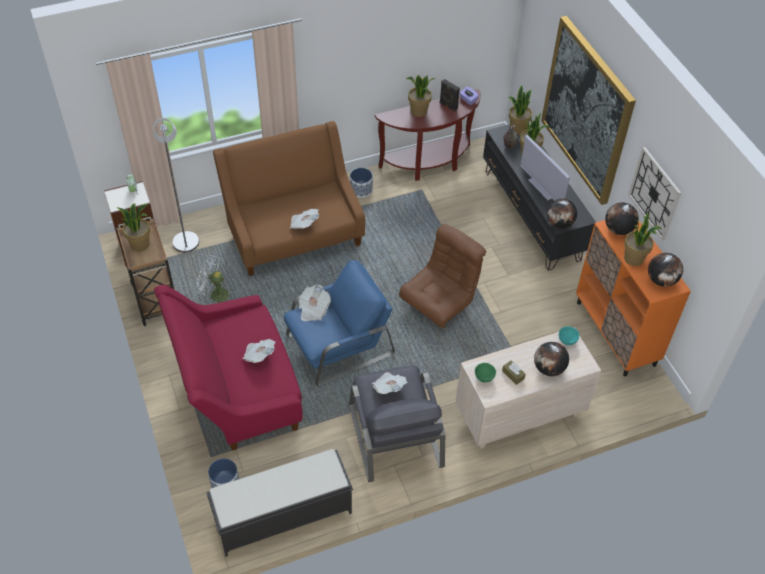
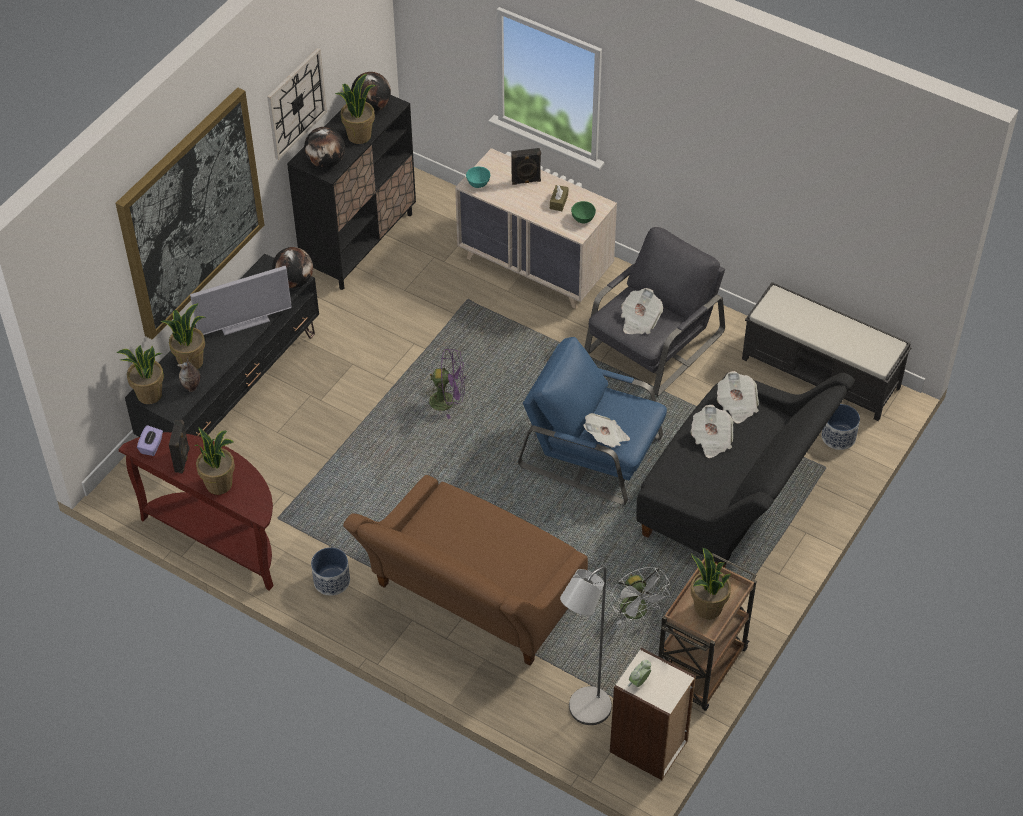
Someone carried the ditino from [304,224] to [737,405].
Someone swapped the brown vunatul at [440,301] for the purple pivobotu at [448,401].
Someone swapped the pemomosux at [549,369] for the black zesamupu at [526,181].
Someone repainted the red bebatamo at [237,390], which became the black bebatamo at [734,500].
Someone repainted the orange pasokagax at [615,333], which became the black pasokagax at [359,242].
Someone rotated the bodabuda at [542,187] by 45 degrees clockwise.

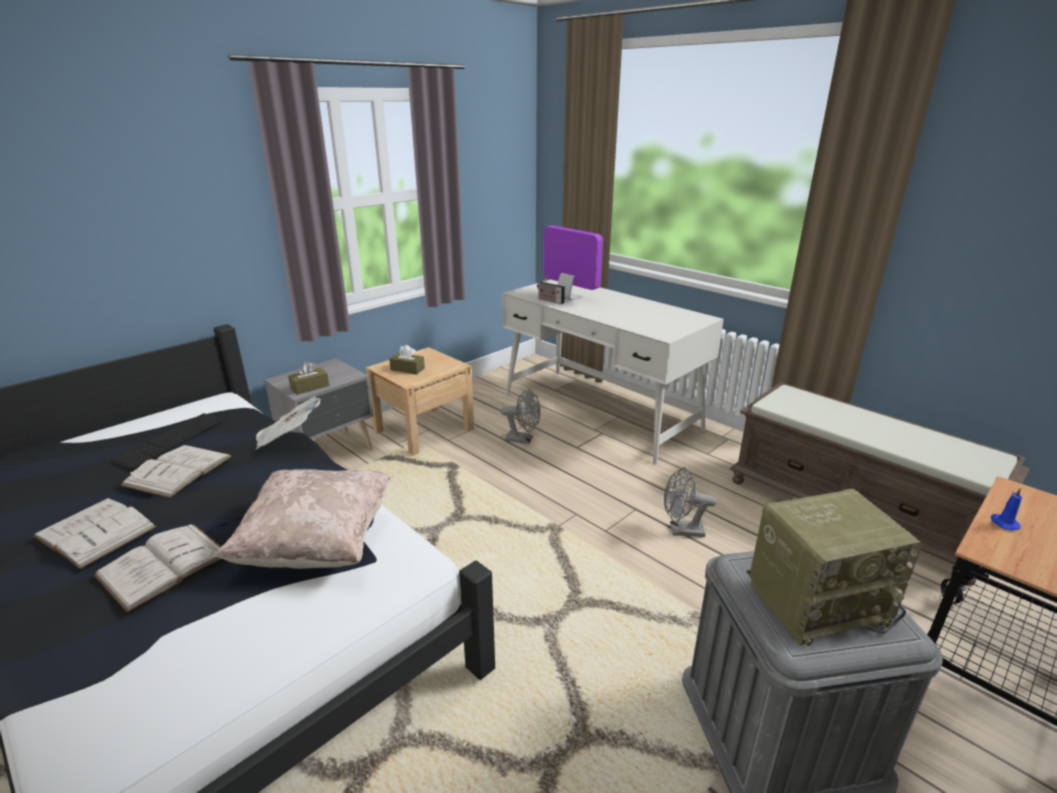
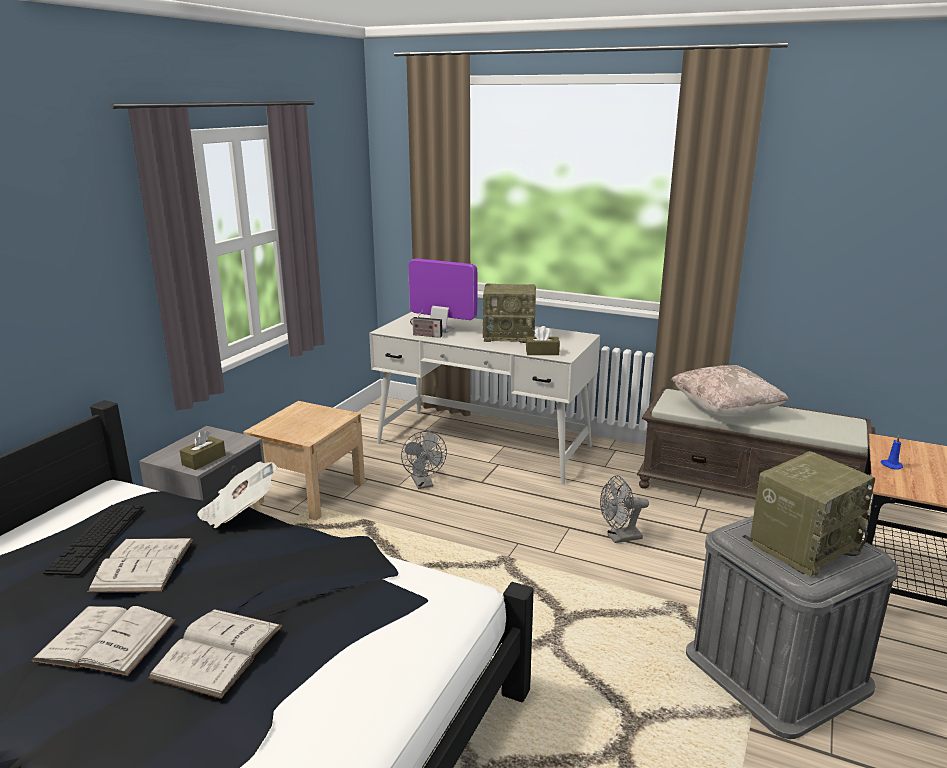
Someone put down the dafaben at [510,336].
Someone carried the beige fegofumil from [318,544] to [725,410].
Someone carried the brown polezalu from [407,369] to [542,352].
Someone rotated the grey pivobotu at [523,439] by 75 degrees clockwise.

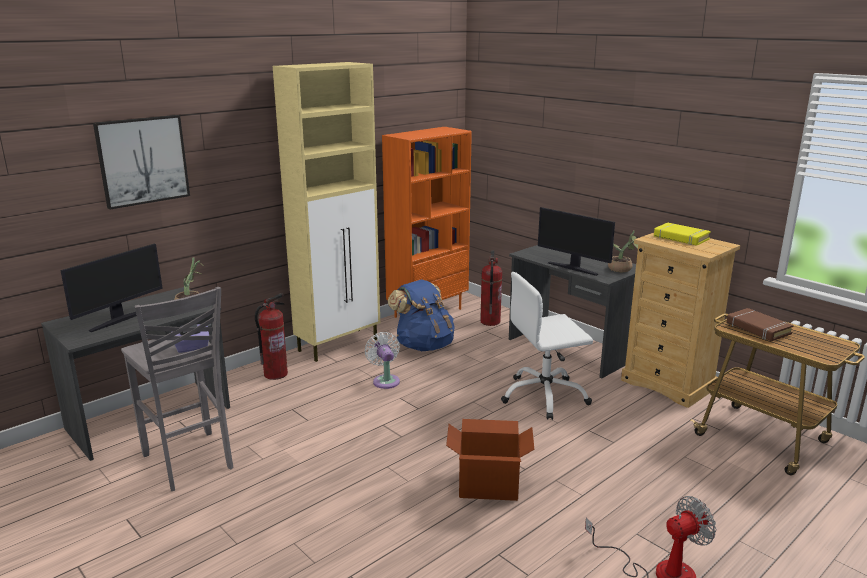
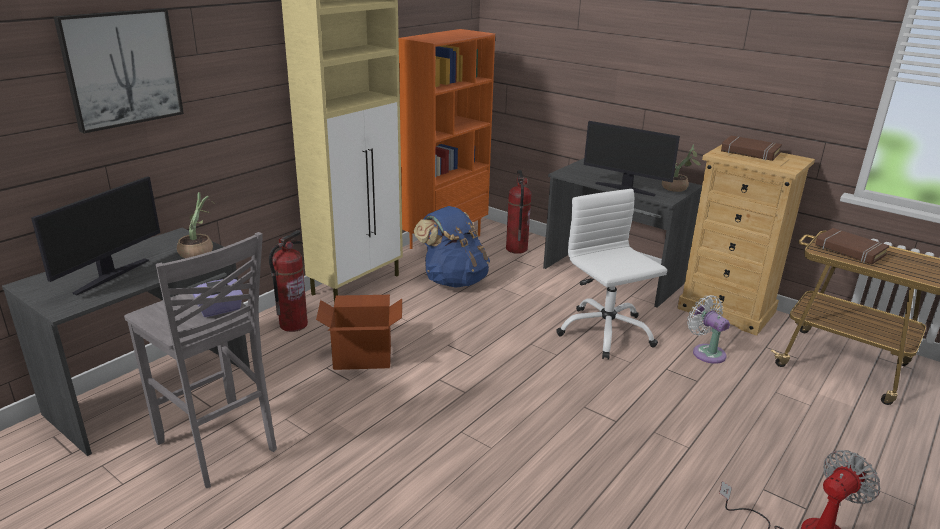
Someone carried the white pivobotu from [385,380] to [706,352].
Someone carried the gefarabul from [488,485] to [362,357].
Someone repainted the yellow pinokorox at [680,238], which became the brown pinokorox at [750,152].
Someone rotated the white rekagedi at [544,396] by 90 degrees clockwise.

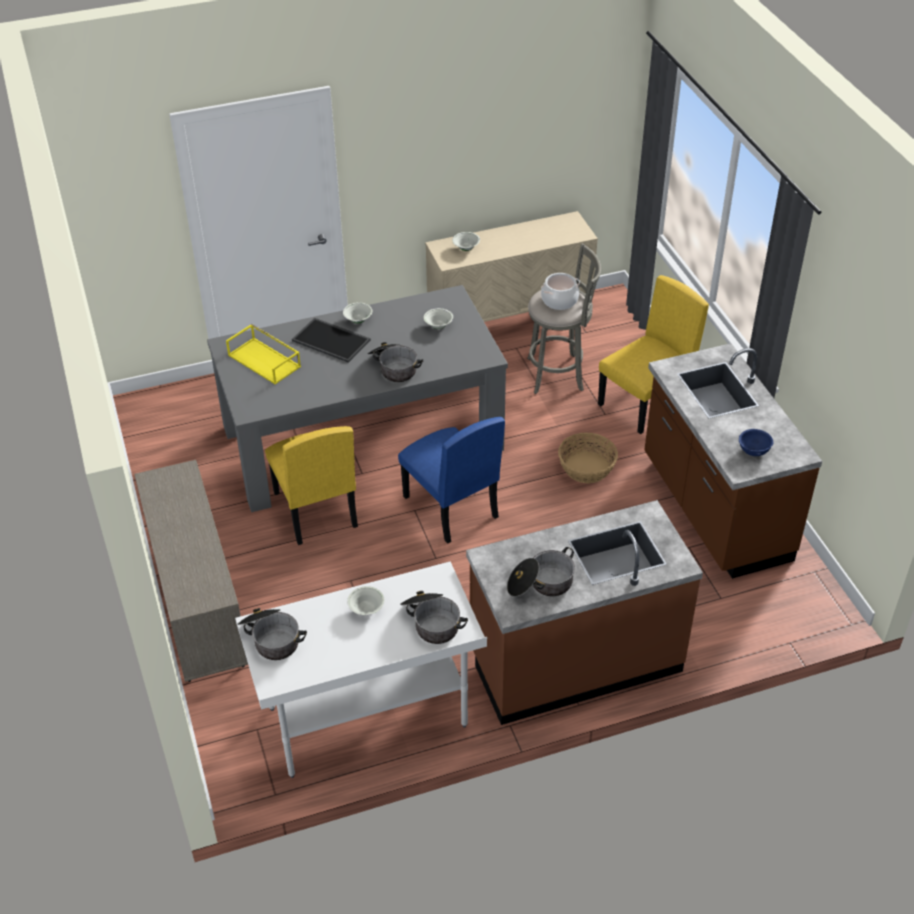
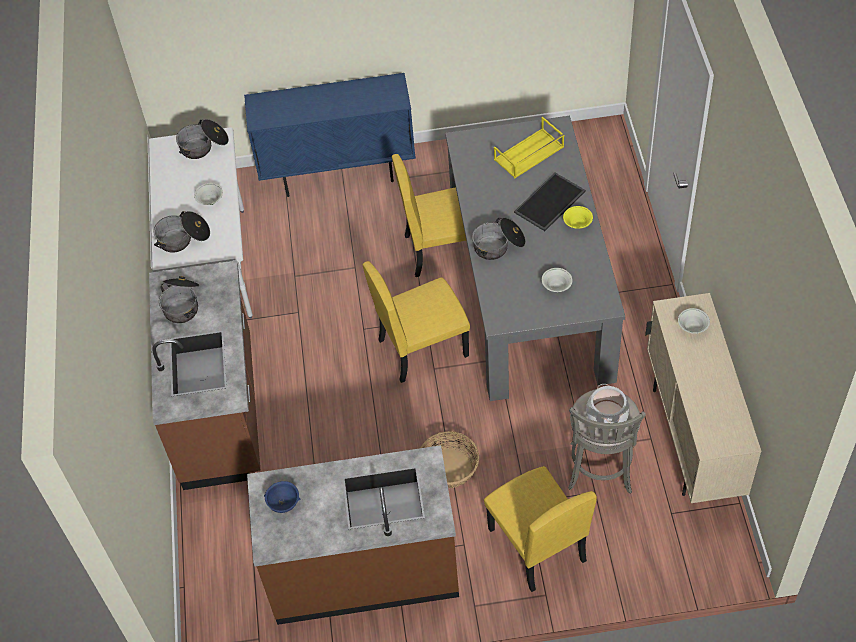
Someone repainted the beige pasokagax at [202,622], which became the blue pasokagax at [338,173].
Someone repainted the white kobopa at [358,320], which became the yellow kobopa at [577,224].
Someone repainted the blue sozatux at [450,507], which became the yellow sozatux at [422,347].

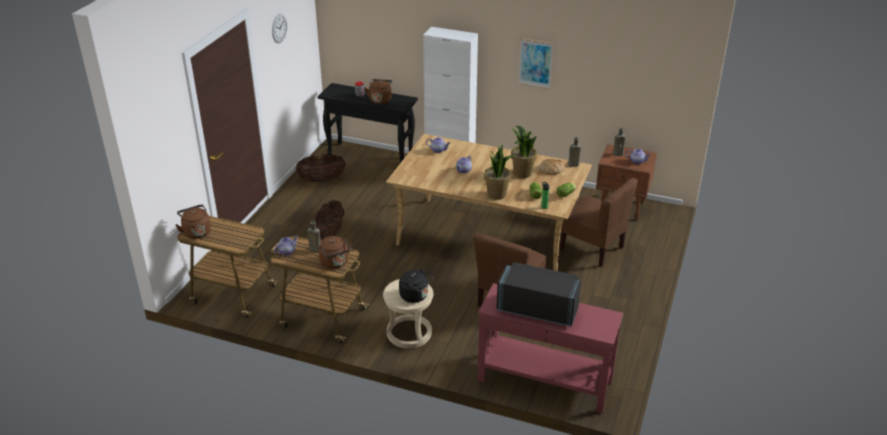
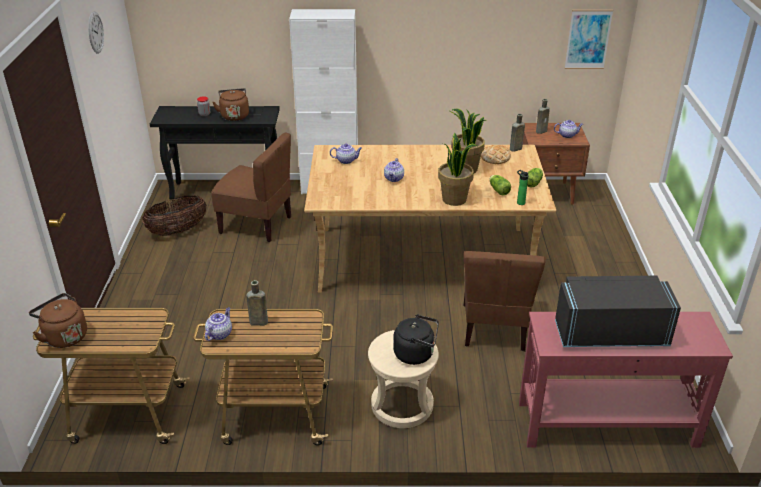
Someone took away the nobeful at [330,233].
Someone took away the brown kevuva at [335,263].
Someone carried the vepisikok from [535,63] to [588,39].
Someone carried the brown sozatux from [592,248] to [256,224].

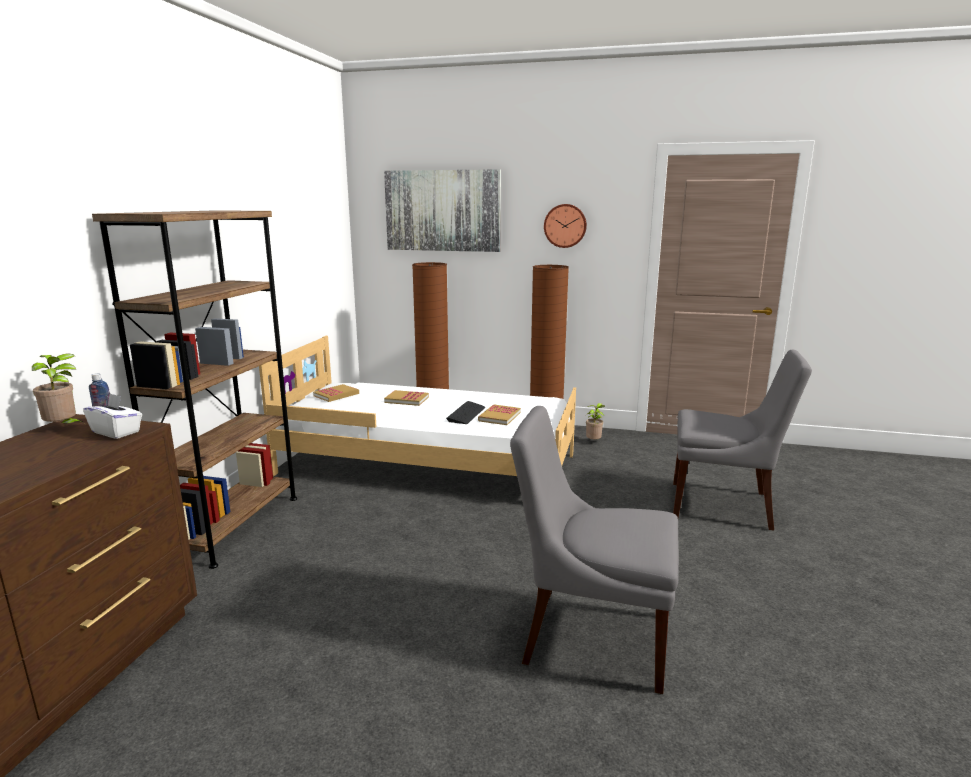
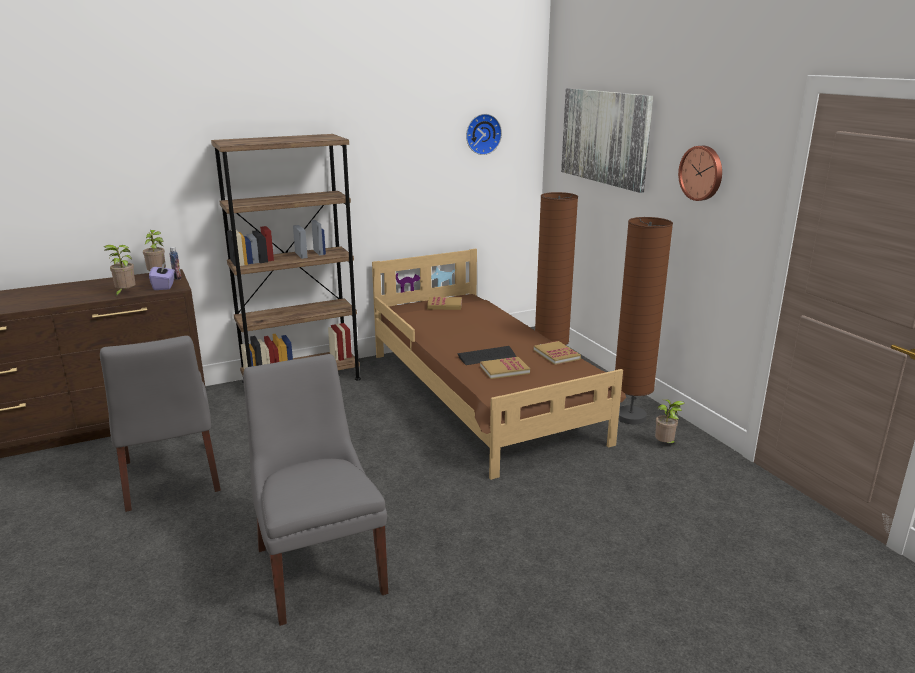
Someone put down the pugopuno at [125,293].
Someone put up the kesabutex at [482,134].
Someone carried the pinokorox from [406,400] to [556,354].
Someone carried the grey sozatux from [724,506] to [171,479].
Someone repainted the white polezalu at [117,432], which became the purple polezalu at [164,286].
Someone repainted the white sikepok at [430,464], which became the brown sikepok at [483,396].

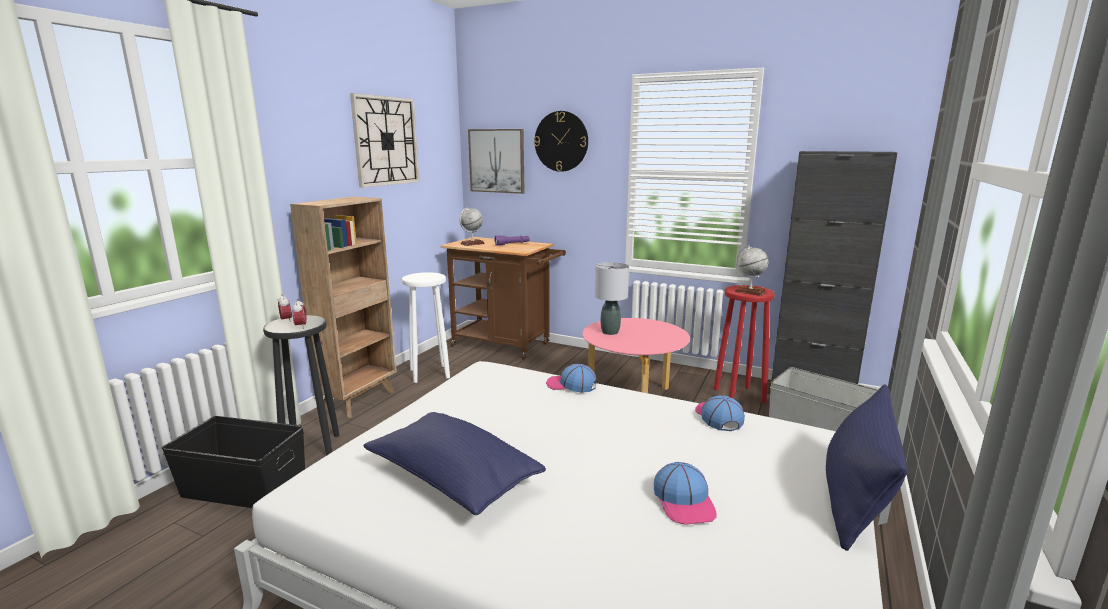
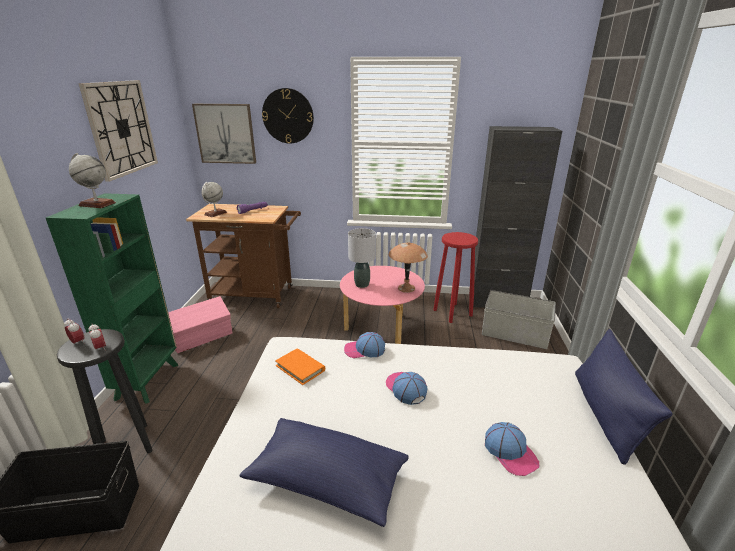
Someone put down the orange pinokorox at [300,368].
Someone put down the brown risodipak at [406,288].
Someone carried the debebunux from [718,417] to [405,388].
Someone carried the pemomosux from [750,291] to [97,204].
Someone swapped the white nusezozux at [430,373] for the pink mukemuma at [202,337].
Someone repainted the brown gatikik at [360,400], which became the green gatikik at [148,380].

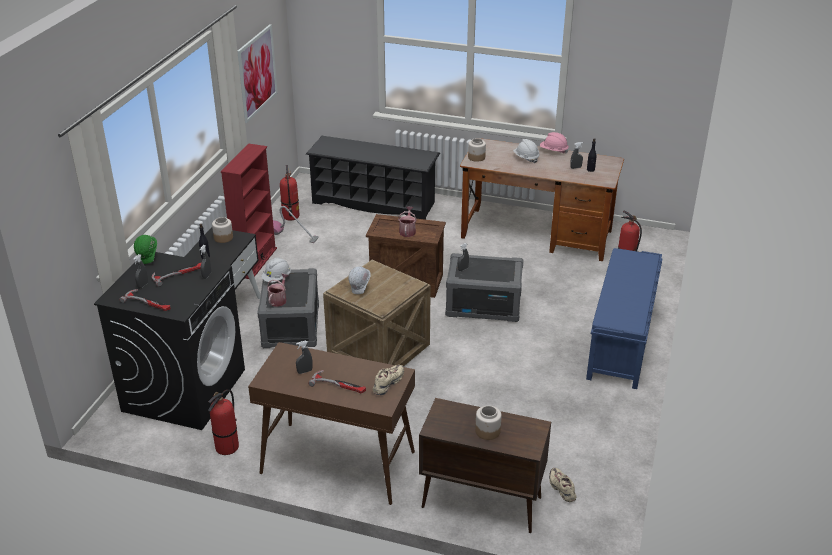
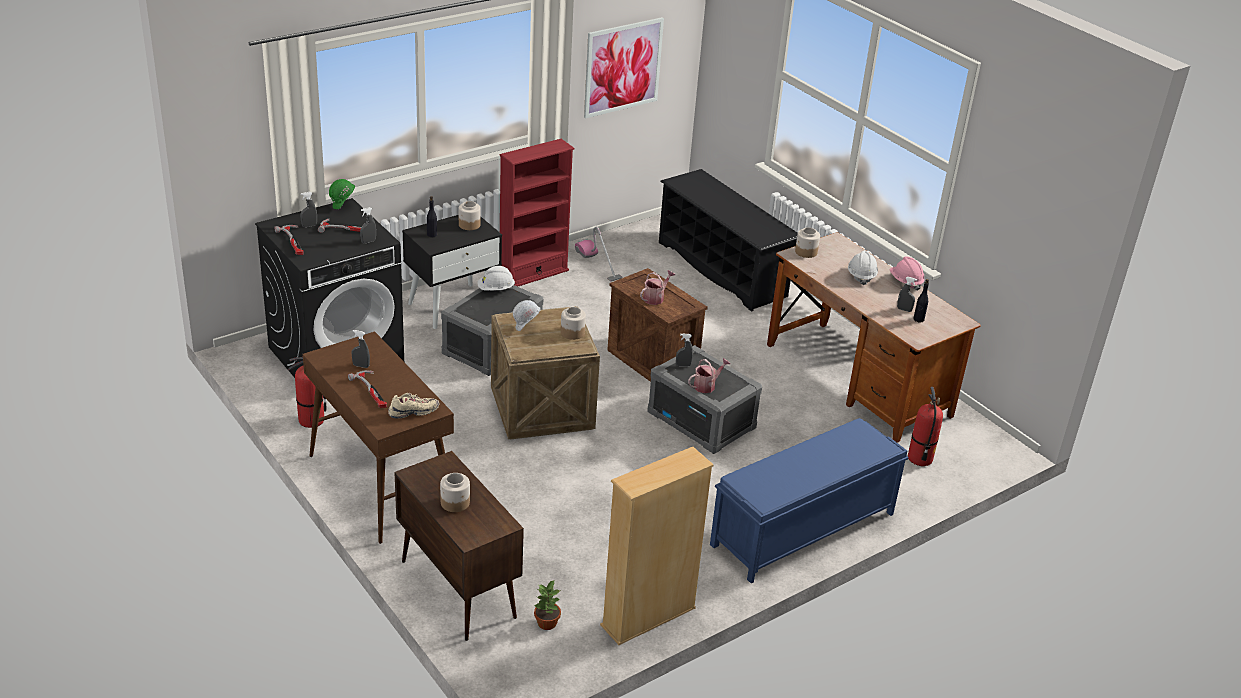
Someone took away the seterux at [290,216].
Someone put down the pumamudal at [572,332].
Someone put down the beige gatikik at [648,617].
Someone carried the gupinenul from [278,299] to [707,385].
Someone swapped the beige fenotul at [561,488] for the pugopuno at [546,623].

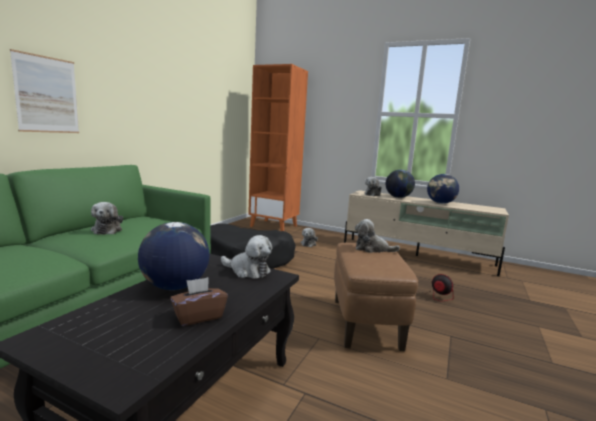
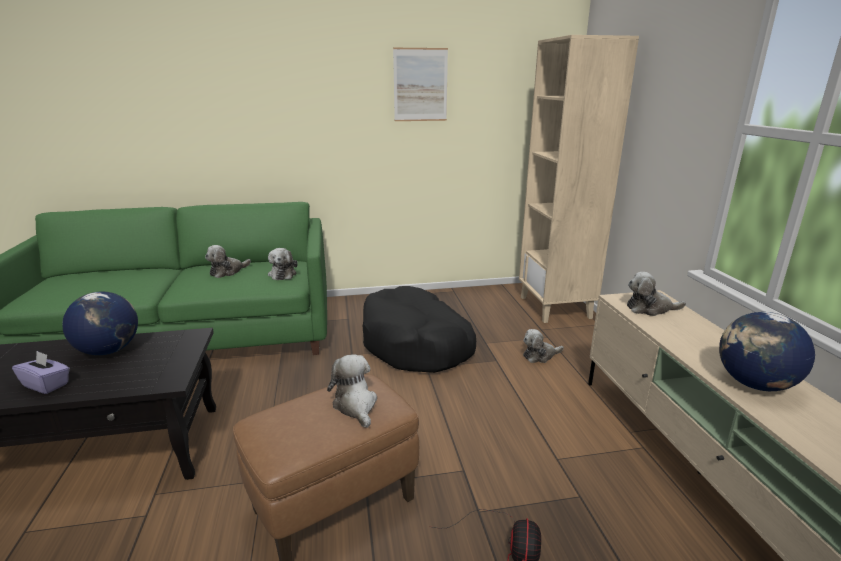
Someone took away the pemomosux at [398,197].
Someone carried the vepisikok from [47,95] to [420,85].
Someone carried the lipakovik from [247,271] to [283,274].
Someone repainted the brown polezalu at [198,316], which became the purple polezalu at [47,384].
Someone repainted the orange gatikik at [274,226], which became the beige gatikik at [555,307].

